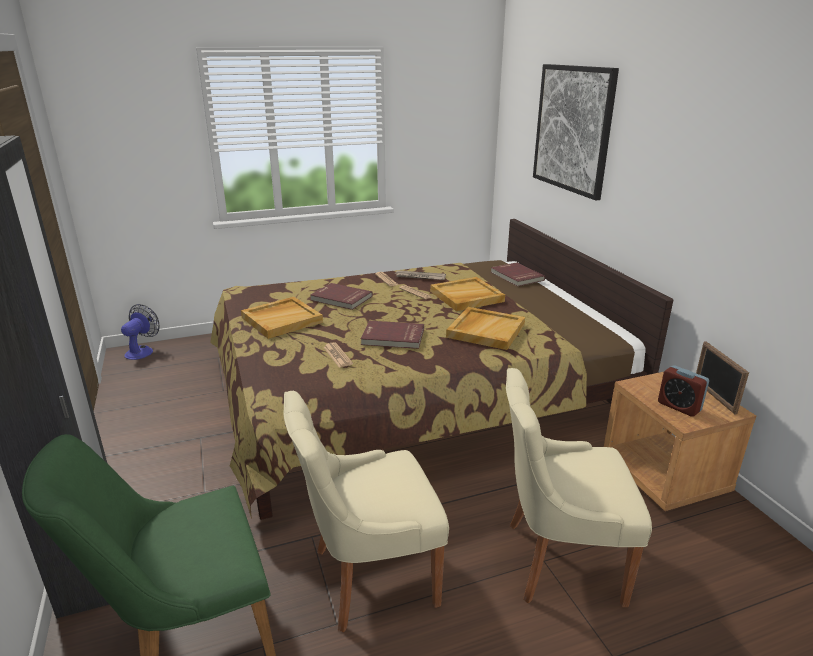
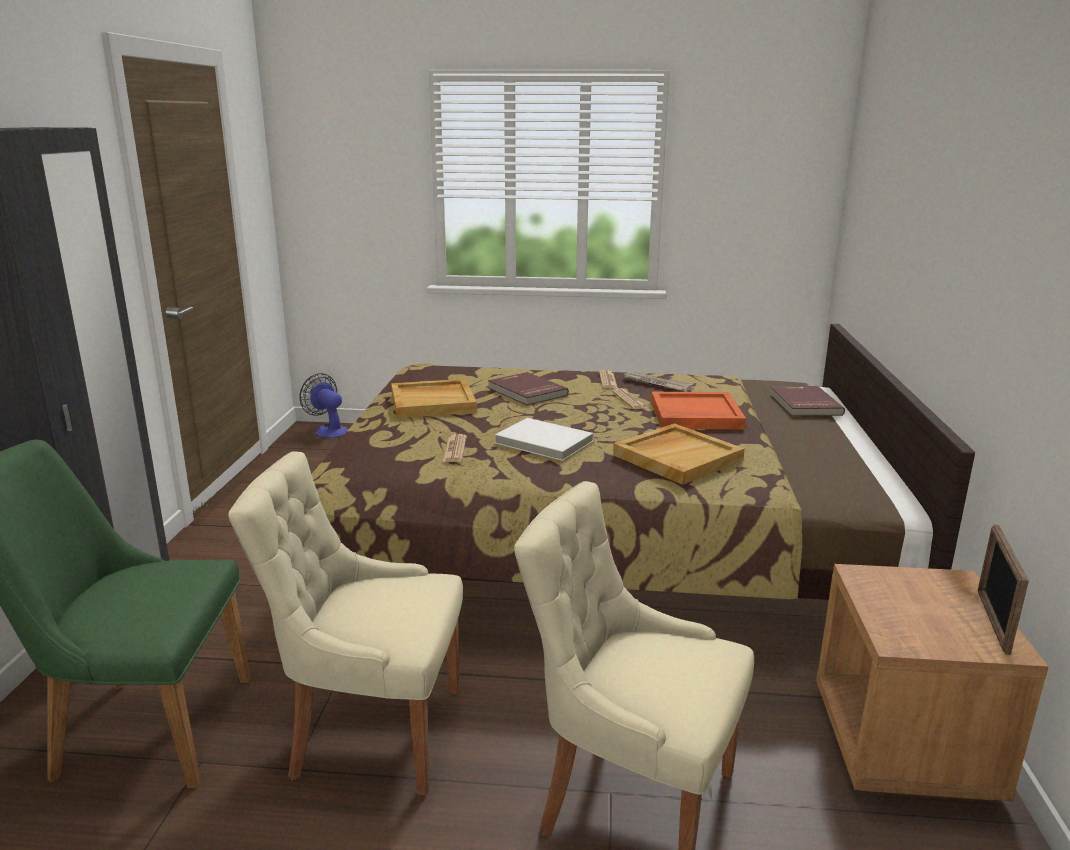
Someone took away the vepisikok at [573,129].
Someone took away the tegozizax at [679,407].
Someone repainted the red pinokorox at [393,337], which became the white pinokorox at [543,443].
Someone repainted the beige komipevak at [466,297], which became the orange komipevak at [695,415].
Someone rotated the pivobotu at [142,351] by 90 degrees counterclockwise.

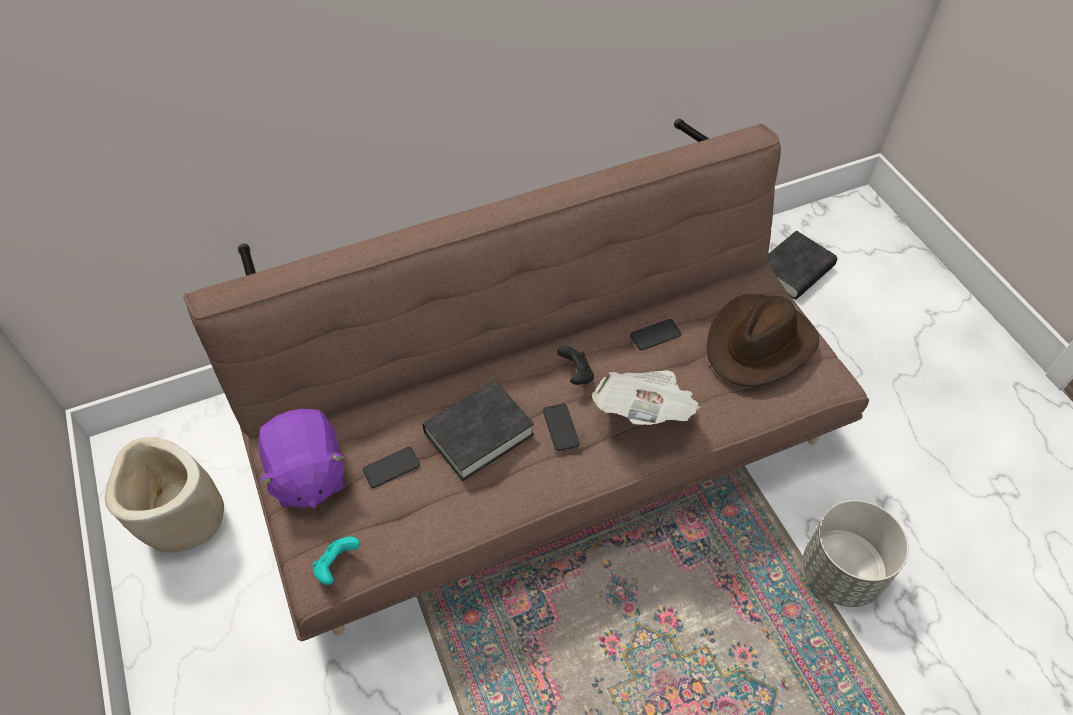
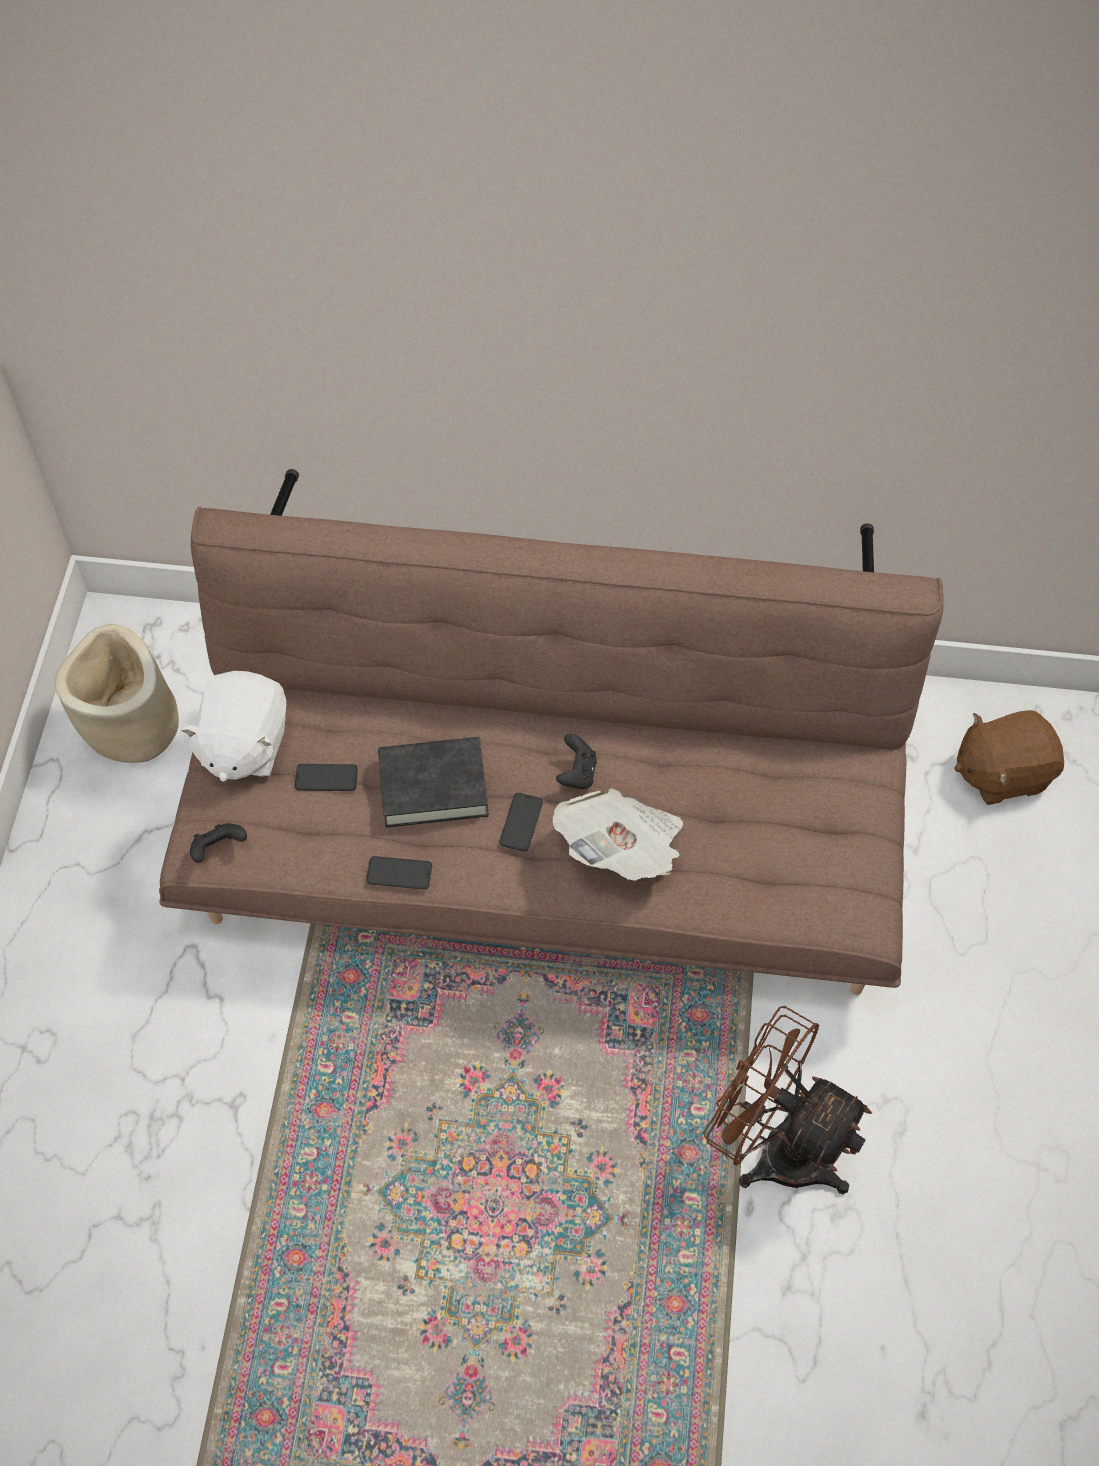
Someone took away the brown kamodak at [759,344].
Someone carried the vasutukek from [655,335] to [399,873].
Someone swapped the black pinokorox at [794,270] for the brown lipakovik at [1002,772].
Someone swapped the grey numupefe at [841,573] for the brown pivobotu at [775,1147].
Someone repainted the purple lipakovik at [307,475], which became the white lipakovik at [243,745].
Someone repainted the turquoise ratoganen at [337,566], which became the black ratoganen at [218,849].

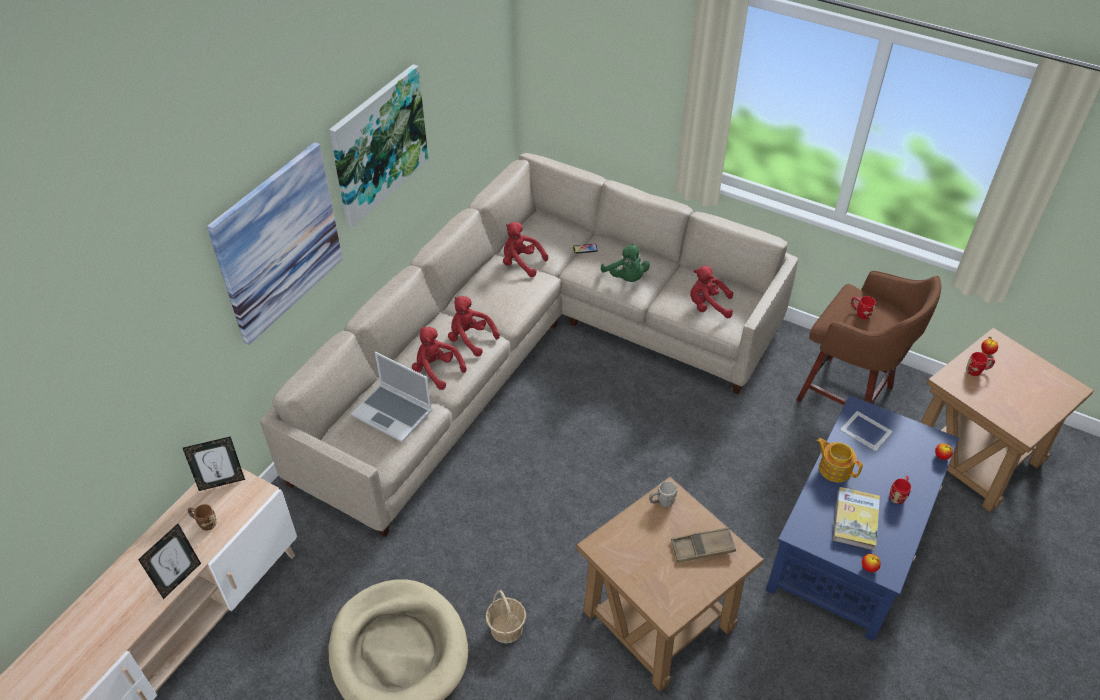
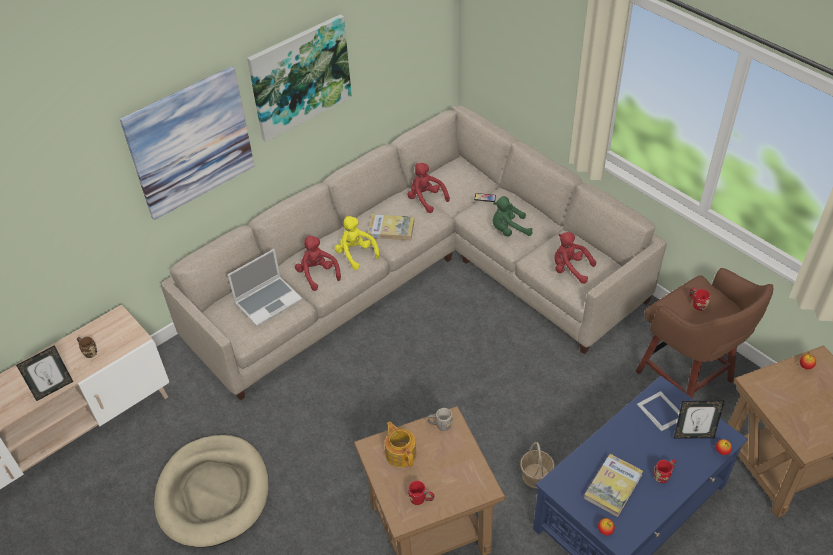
Someone took away the brown komipevak at [702,547].
Someone put down the pinokorox at [391,229].
Someone carried the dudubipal from [221,482] to [693,435].
Someone carried the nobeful from [506,628] to [536,476].
Someone carried the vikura from [834,468] to [401,453].
Someone carried the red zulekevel from [977,371] to [421,499].
Someone repainted the red lipakovik at [470,339], which became the yellow lipakovik at [356,254].
Someone rotated the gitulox at [394,413] by 90 degrees counterclockwise.
Someone rotated the green lipakovik at [626,278] by 90 degrees clockwise.

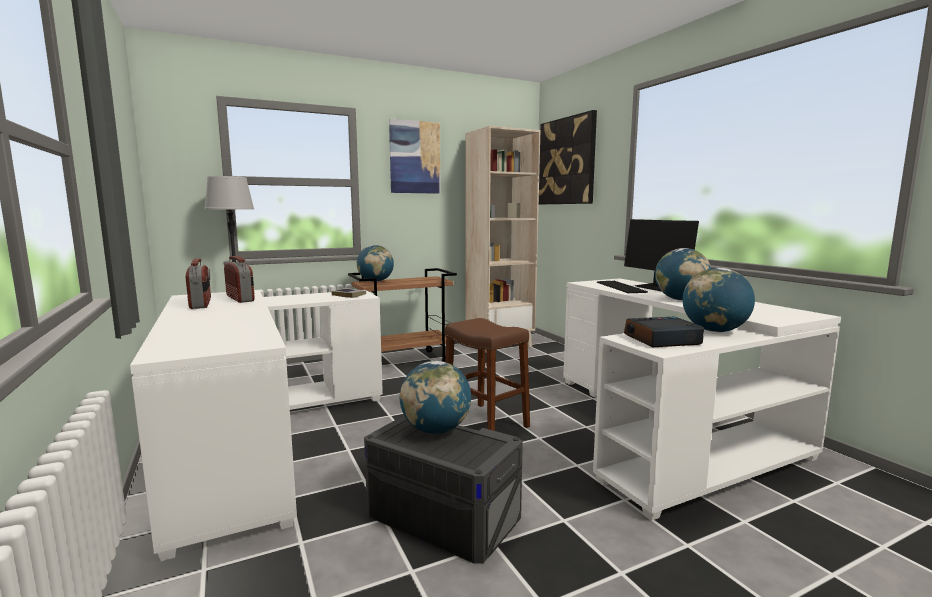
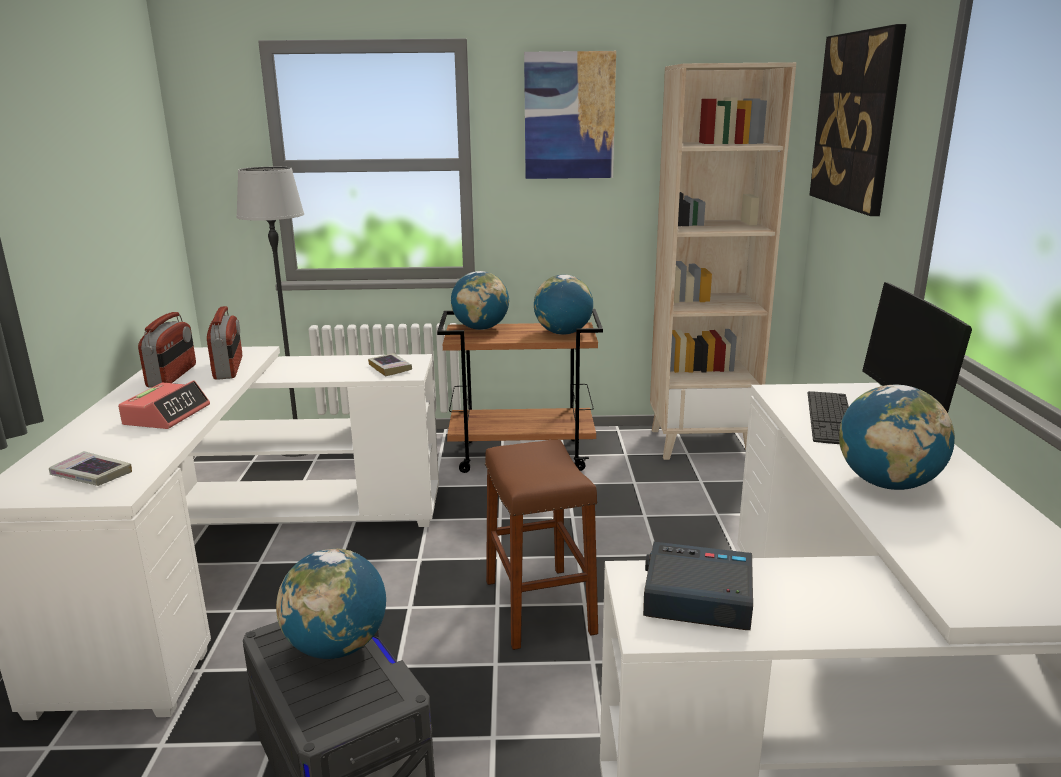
Someone put down the pinokorox at [91,475].
Someone put down the tegozizax at [167,415].
Someone carried the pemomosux from [714,331] to [563,333].

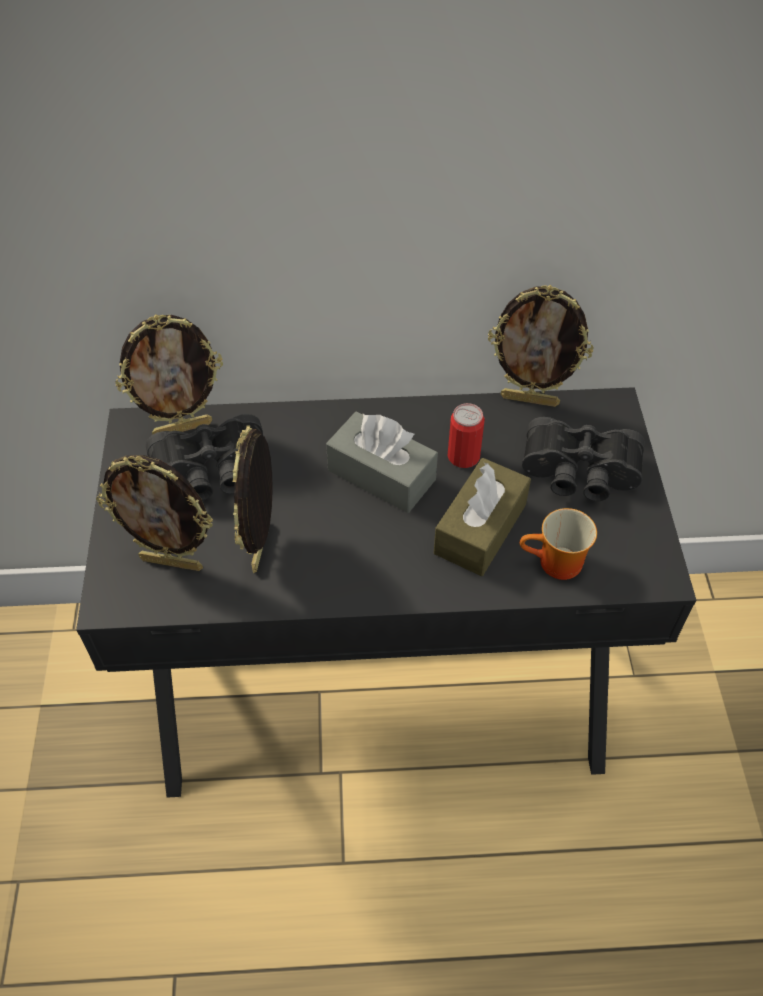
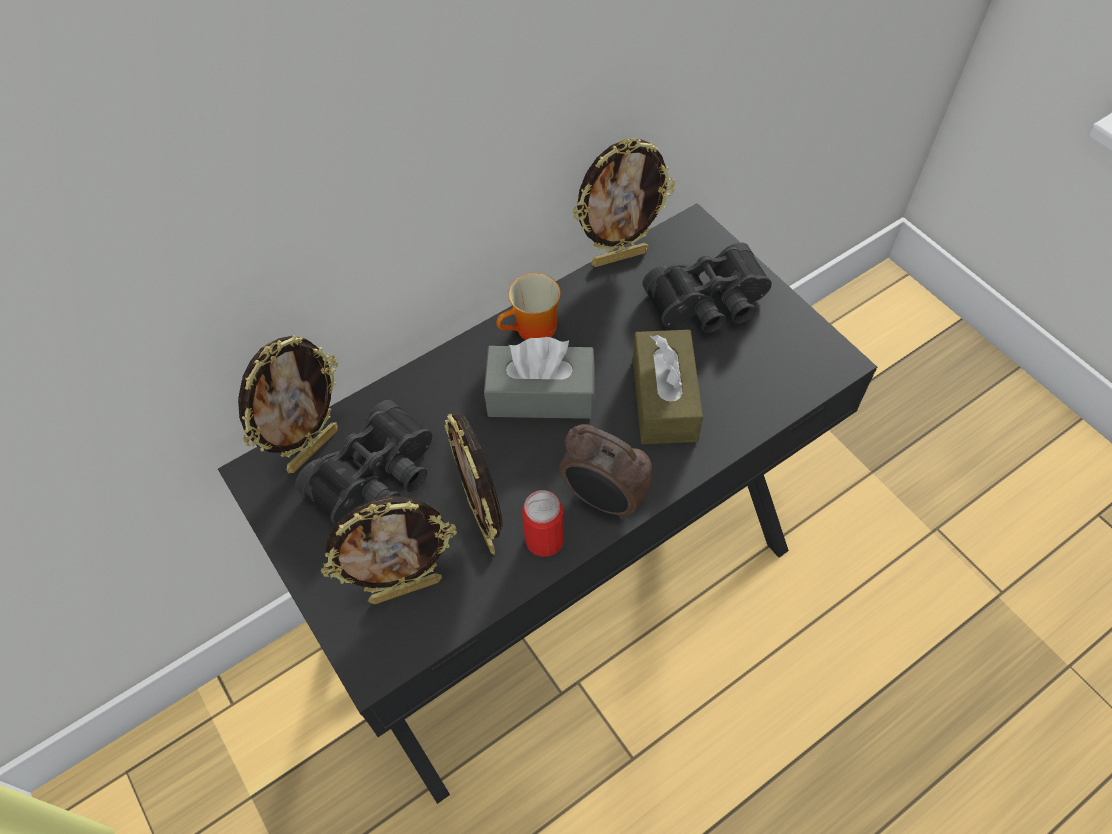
Someone put down the tegozizax at [603,499].
Someone carried the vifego from [463,456] to [544,539].
Someone carried the zulekevel from [556,565] to [533,331].

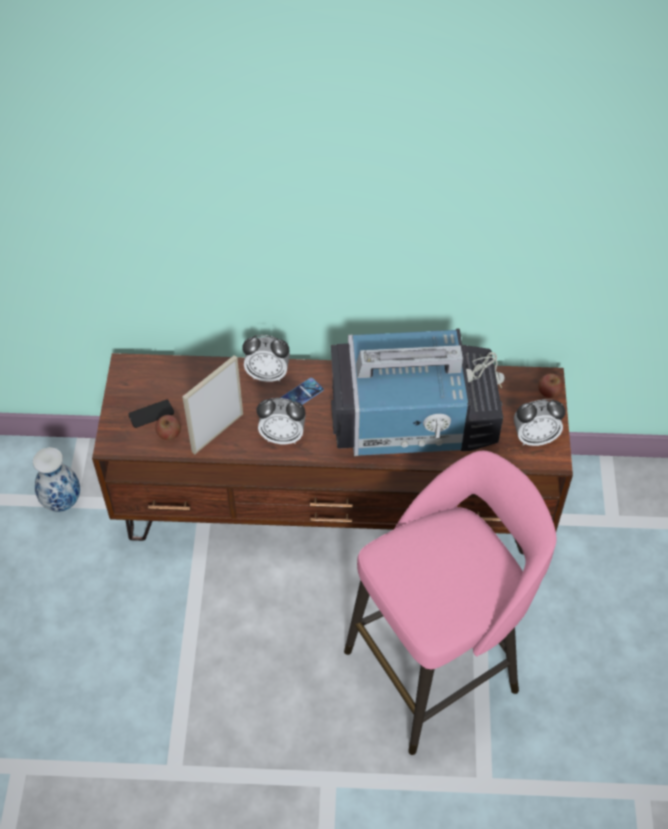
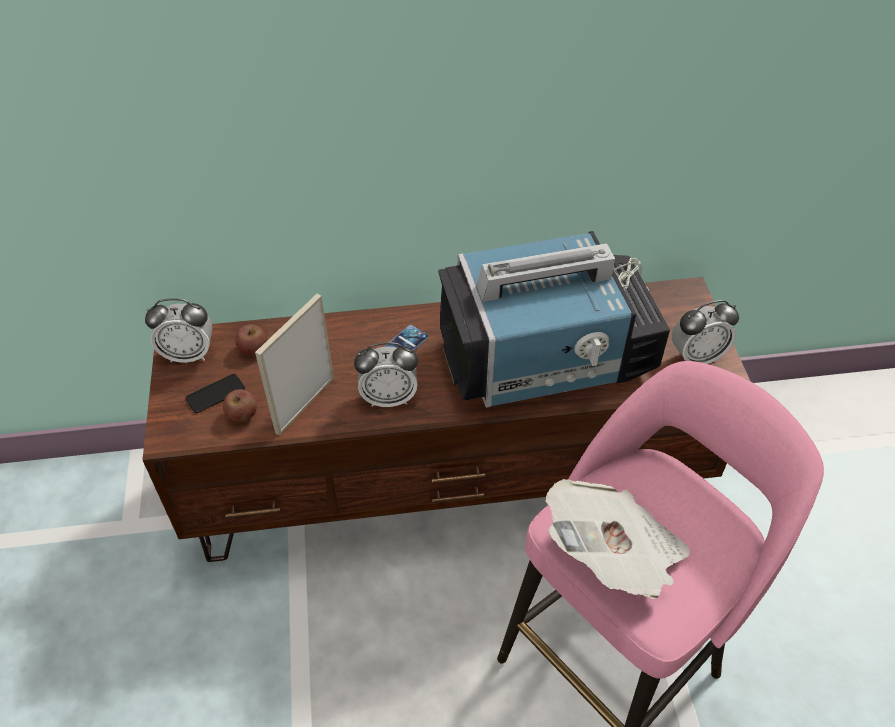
Someone took away the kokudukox at [61,500].
Someone put down the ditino at [614,555].
Someone carried the tegozizax from [267,374] to [189,354].
Someone carried the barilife from [549,392] to [253,349].

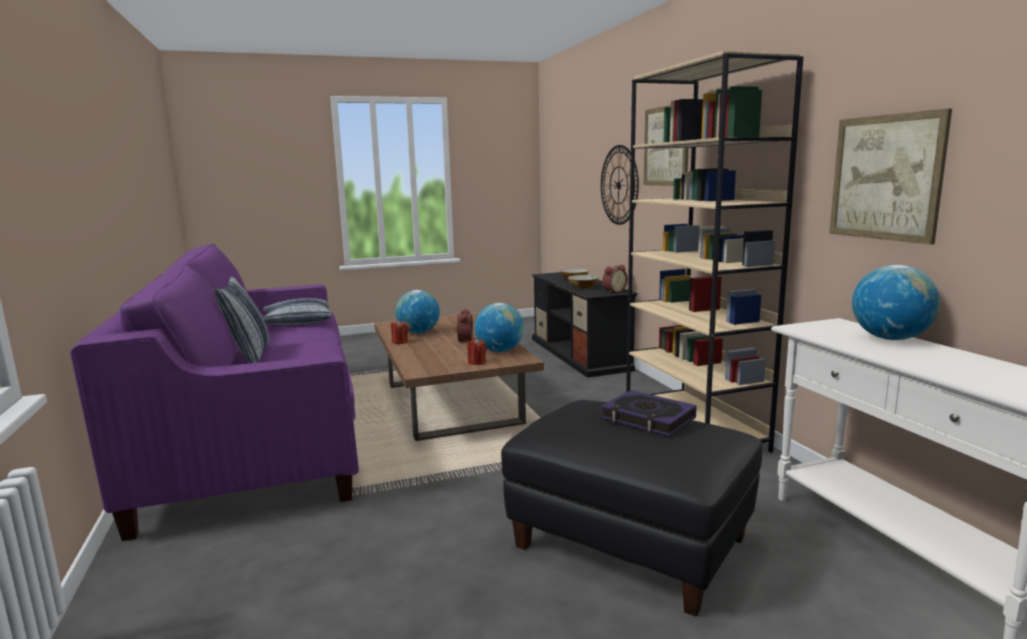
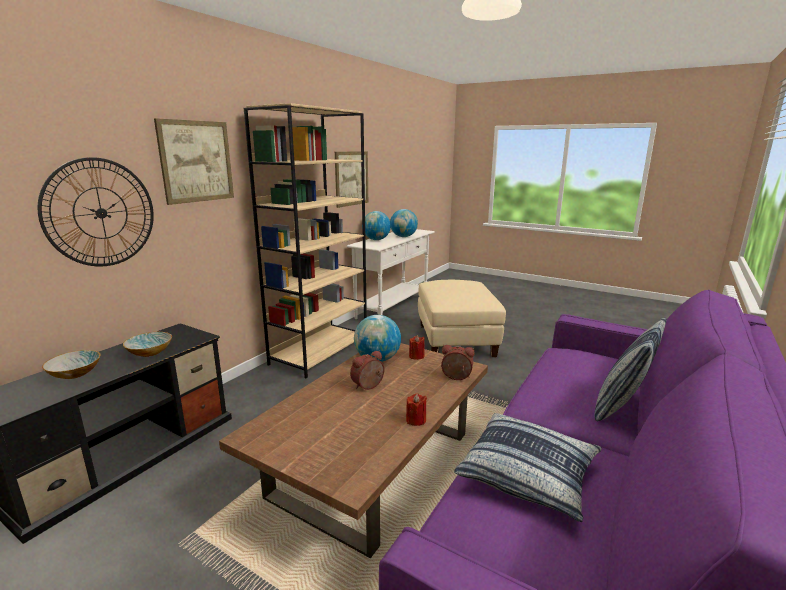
Someone took away the pinokorox at [648,419].
Someone carried the pemomosux from [418,332] to [403,237].
Someone carried the tegozizax from [613,291] to [456,377].
Someone repainted the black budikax at [630,543], which became the beige budikax at [456,340].

